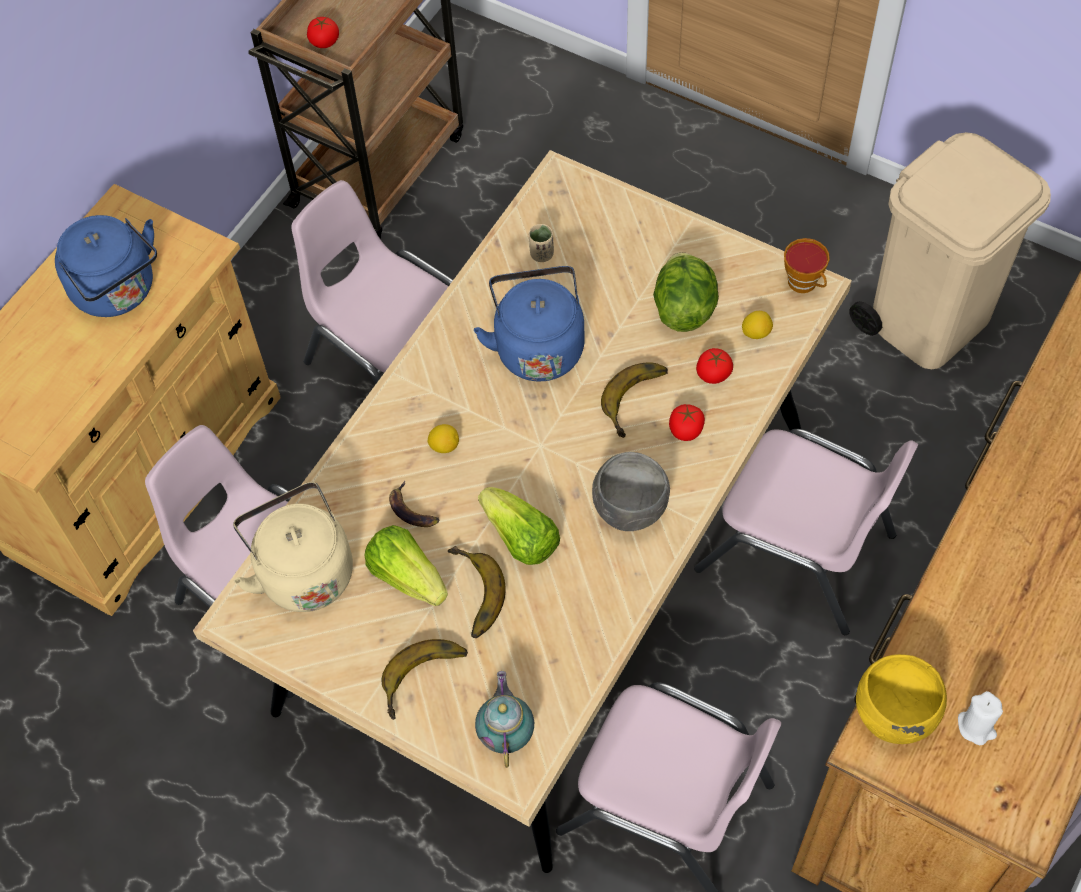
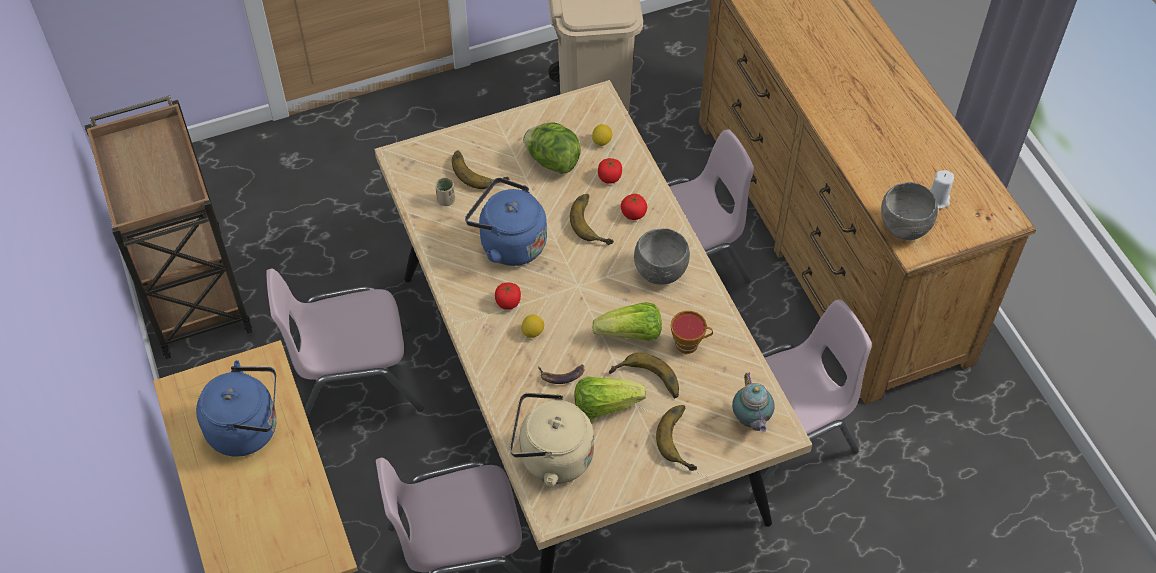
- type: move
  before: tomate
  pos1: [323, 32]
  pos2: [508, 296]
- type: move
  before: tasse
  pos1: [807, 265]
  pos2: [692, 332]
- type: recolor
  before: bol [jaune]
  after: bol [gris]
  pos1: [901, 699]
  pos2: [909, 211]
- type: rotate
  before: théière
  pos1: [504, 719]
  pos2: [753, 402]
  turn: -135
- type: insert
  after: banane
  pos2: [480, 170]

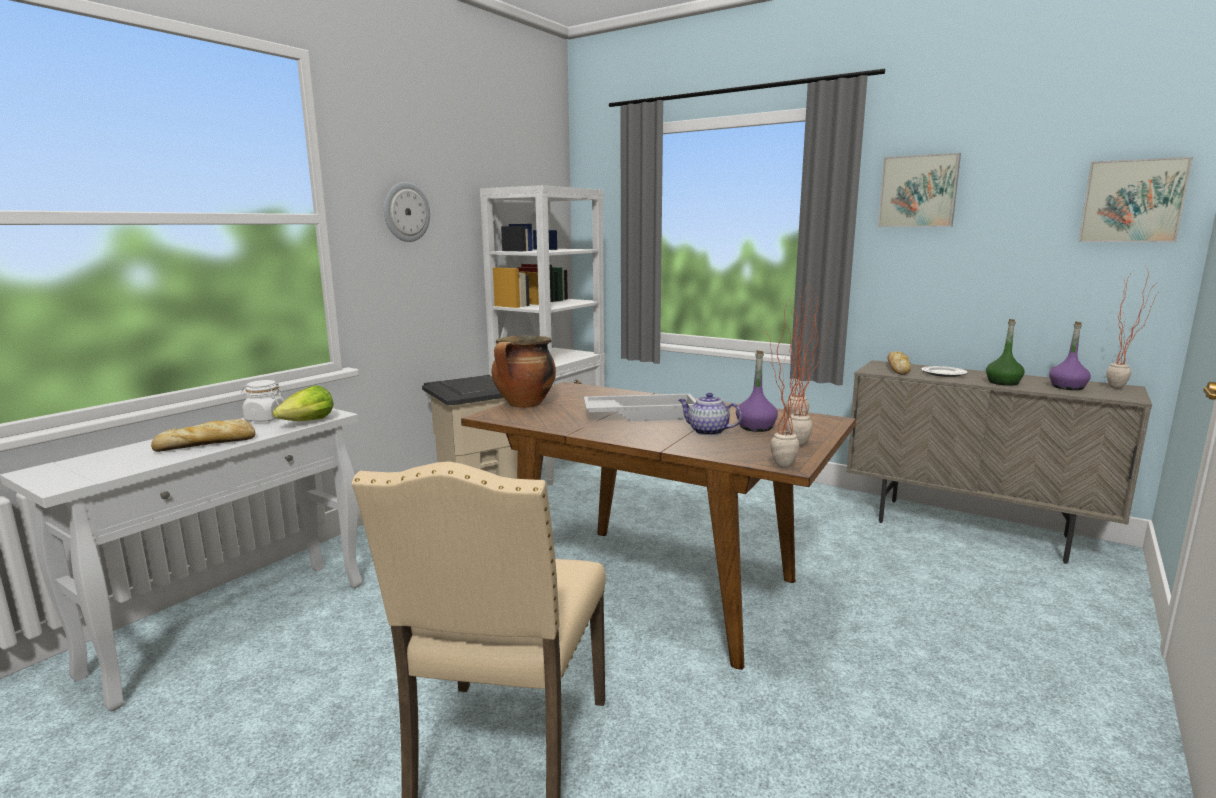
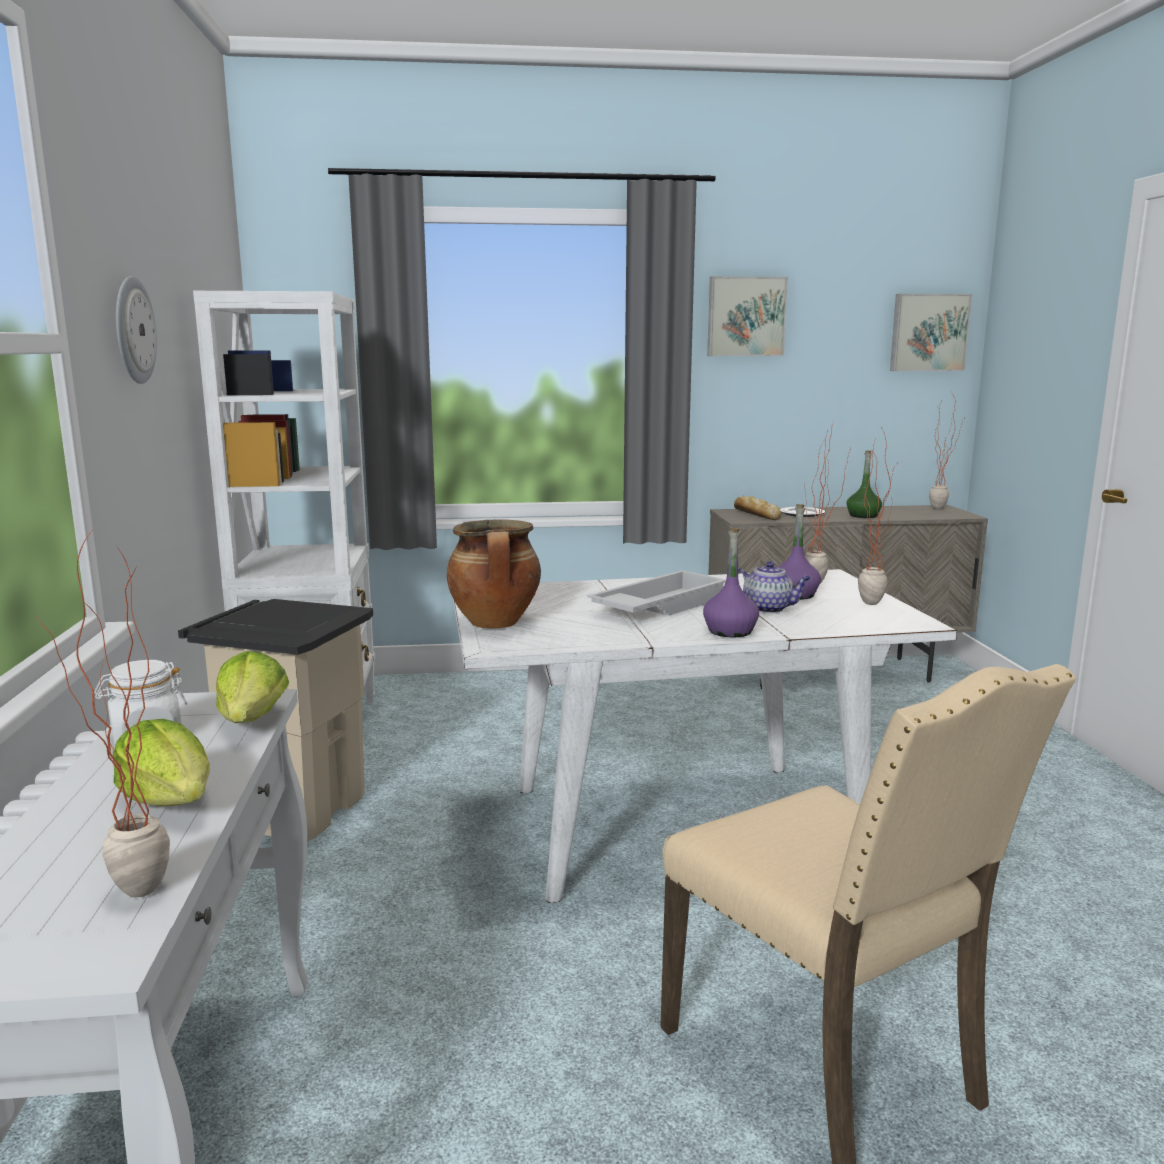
- type: move
  before: plante en pot
  pos1: [786, 382]
  pos2: [103, 714]
- type: move
  before: bouteille [violet]
  pos1: [1070, 355]
  pos2: [731, 582]
- type: recolor
  before: table à manger [marron]
  after: table à manger [blanc]
  pos1: [658, 526]
  pos2: [704, 736]
- type: rotate
  before: théière
  pos1: [710, 414]
  pos2: [774, 587]
  turn: -150
- type: replace
  before: pain
  after: laitue
  pos1: [203, 435]
  pos2: [161, 762]

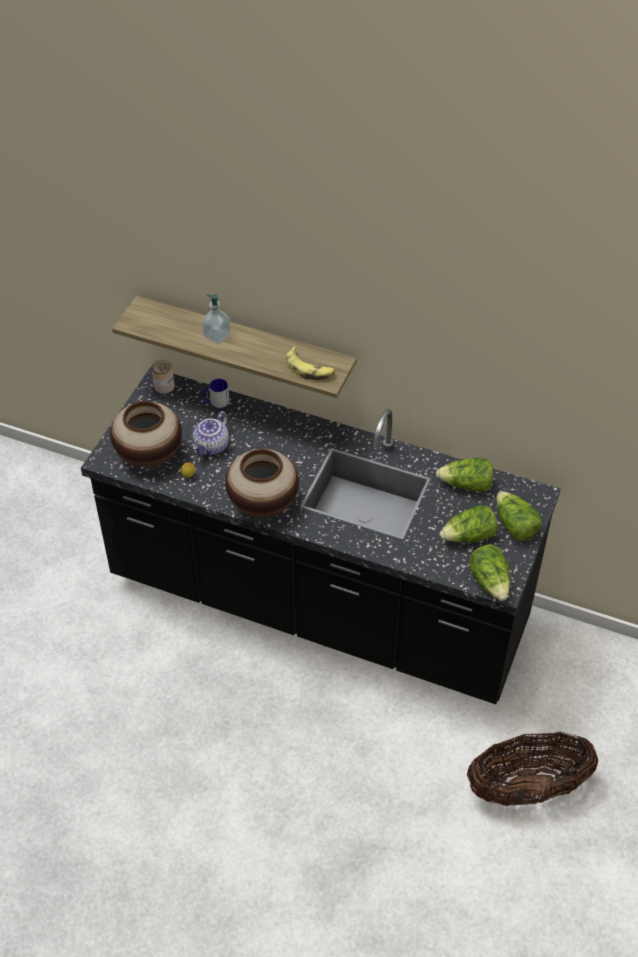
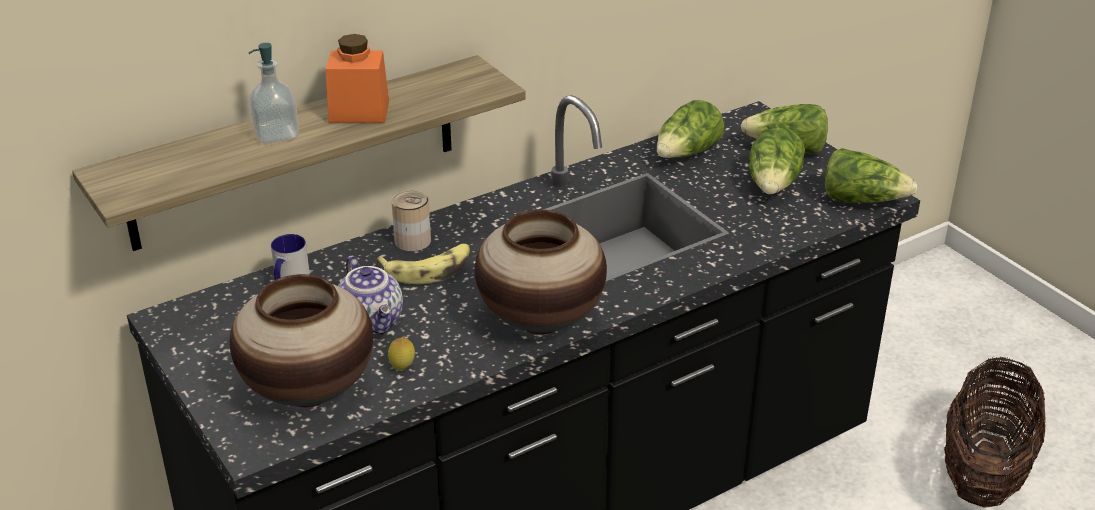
- type: move
  before: banane
  pos1: [310, 363]
  pos2: [423, 264]
- type: move
  before: boîte métallique
  pos1: [163, 377]
  pos2: [411, 220]
- type: insert
  after: bocal [orange]
  pos2: [357, 78]

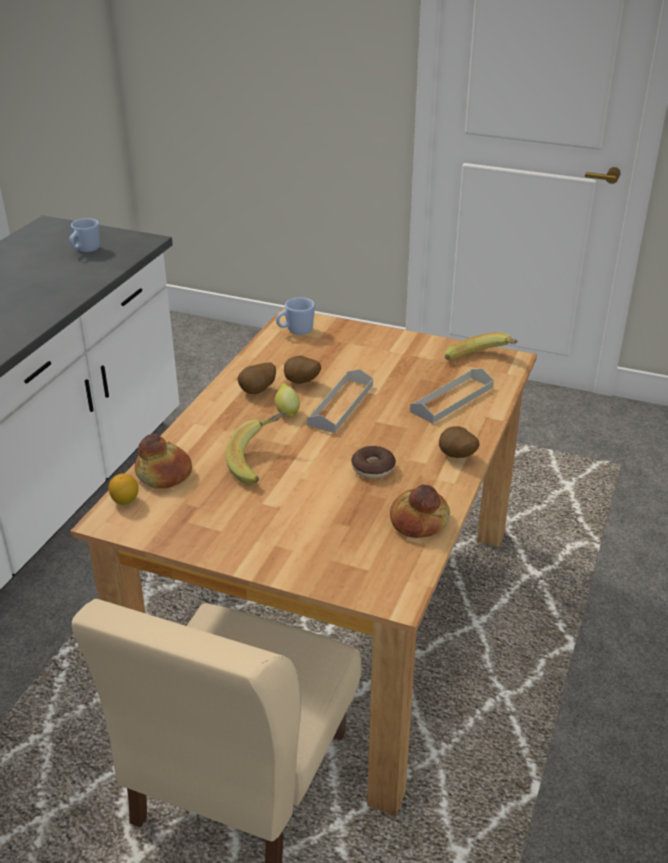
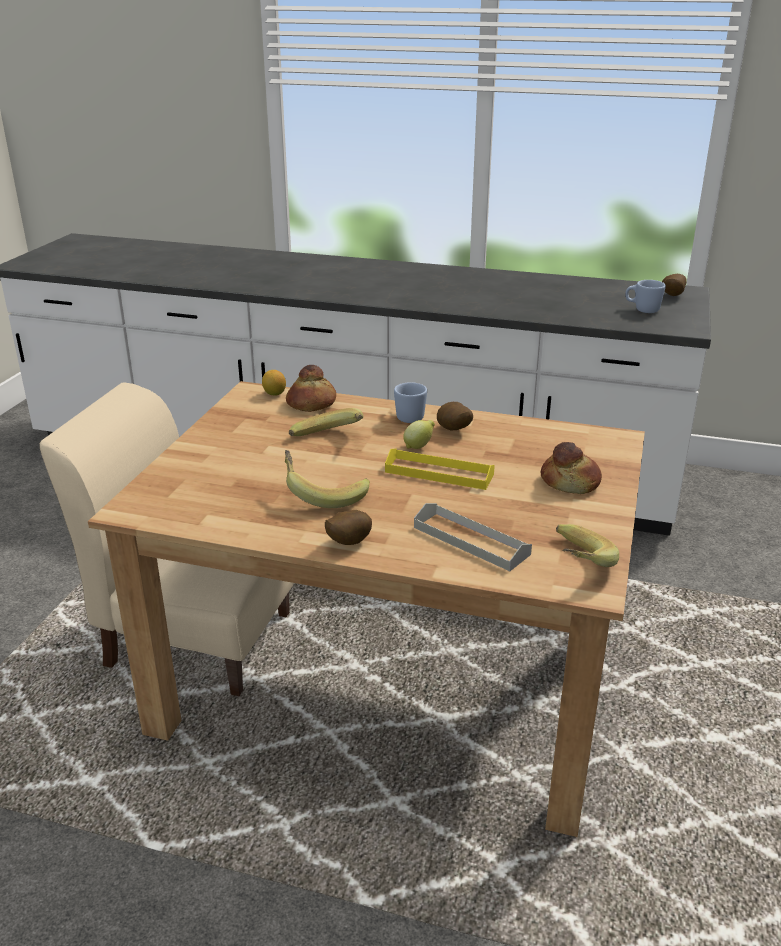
- type: move
  before: mug [bleu]
  pos1: [295, 316]
  pos2: [410, 402]
- type: move
  before: pomme de terre
  pos1: [302, 370]
  pos2: [674, 285]
- type: recolor
  before: plateau [gris]
  after: plateau [jaune]
  pos1: [340, 401]
  pos2: [440, 469]
- type: replace
  before: beignet
  after: banane
  pos1: [373, 462]
  pos2: [327, 479]
- type: move
  before: pain
  pos1: [420, 511]
  pos2: [571, 468]

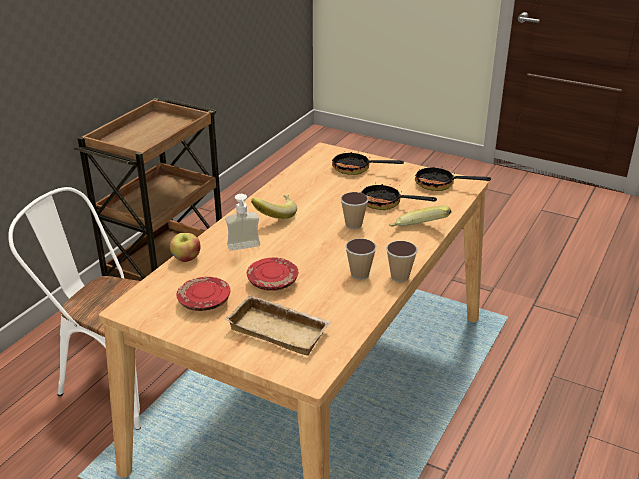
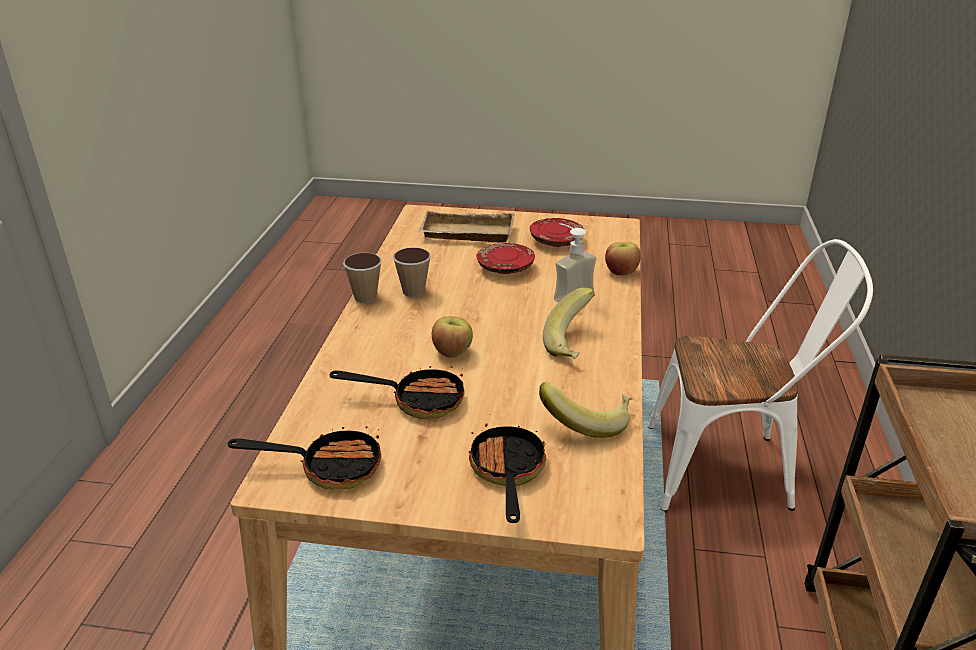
- type: rotate
  before: poêle
  pos1: [368, 163]
  pos2: [507, 473]
  turn: -90
- type: replace
  before: tasse
  after: pomme
  pos1: [354, 210]
  pos2: [452, 337]
- type: move
  before: banane
  pos1: [420, 216]
  pos2: [585, 409]

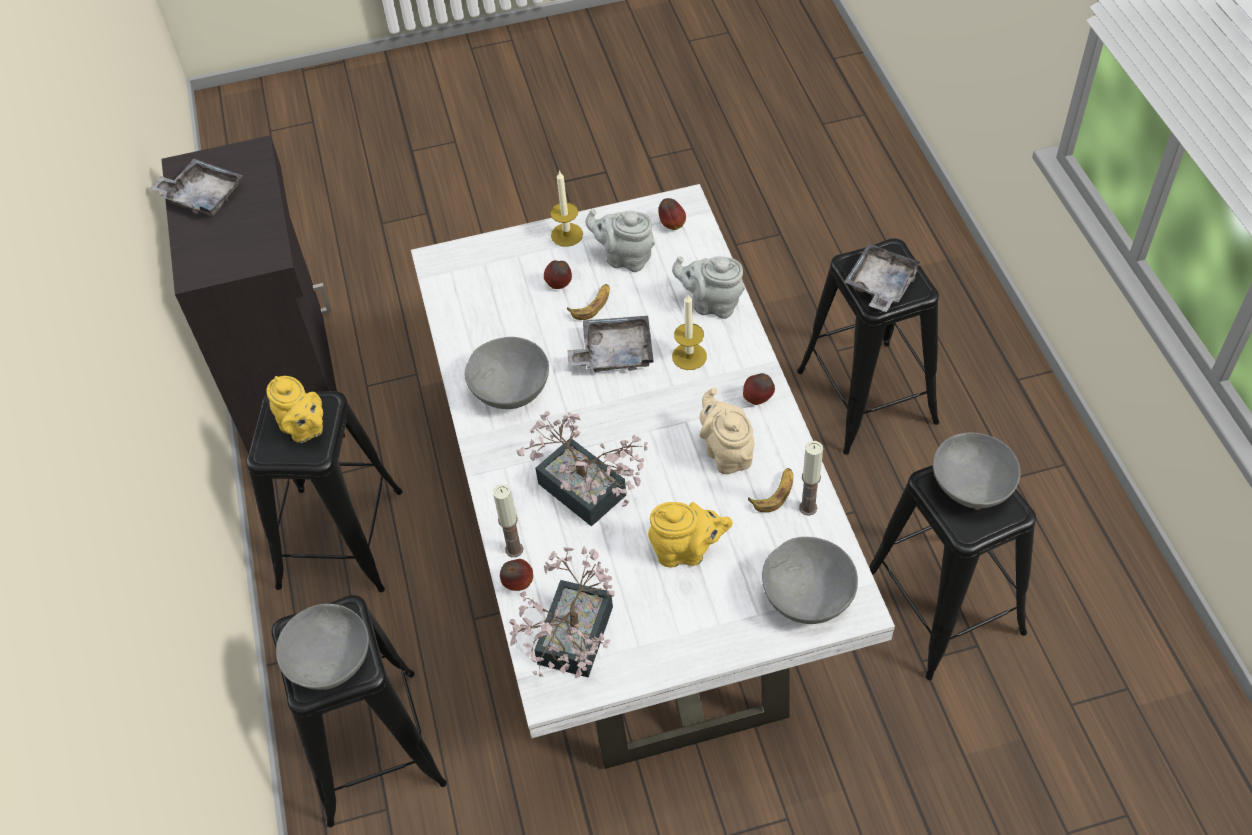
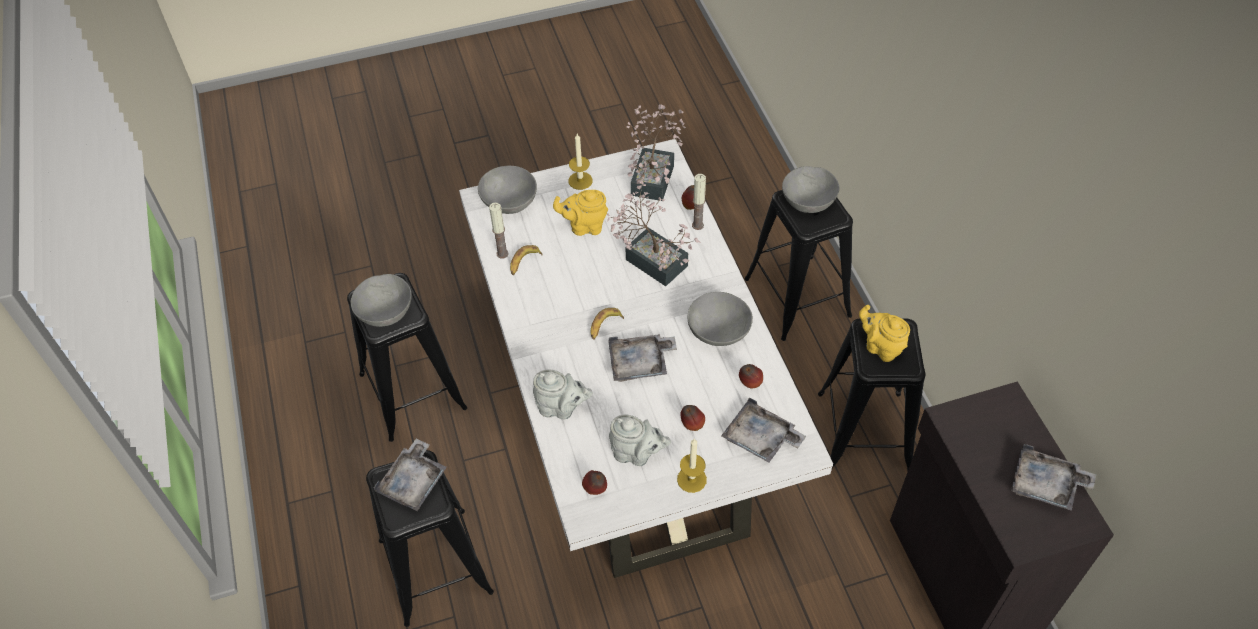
- type: move
  before: banane
  pos1: [588, 302]
  pos2: [607, 324]
- type: move
  before: bougie
  pos1: [689, 332]
  pos2: [580, 162]
- type: move
  before: pomme
  pos1: [759, 389]
  pos2: [751, 376]
- type: delete
  before: théière [beige]
  pos1: [726, 431]
- type: insert
  after: plateau [gris]
  pos2: [763, 430]

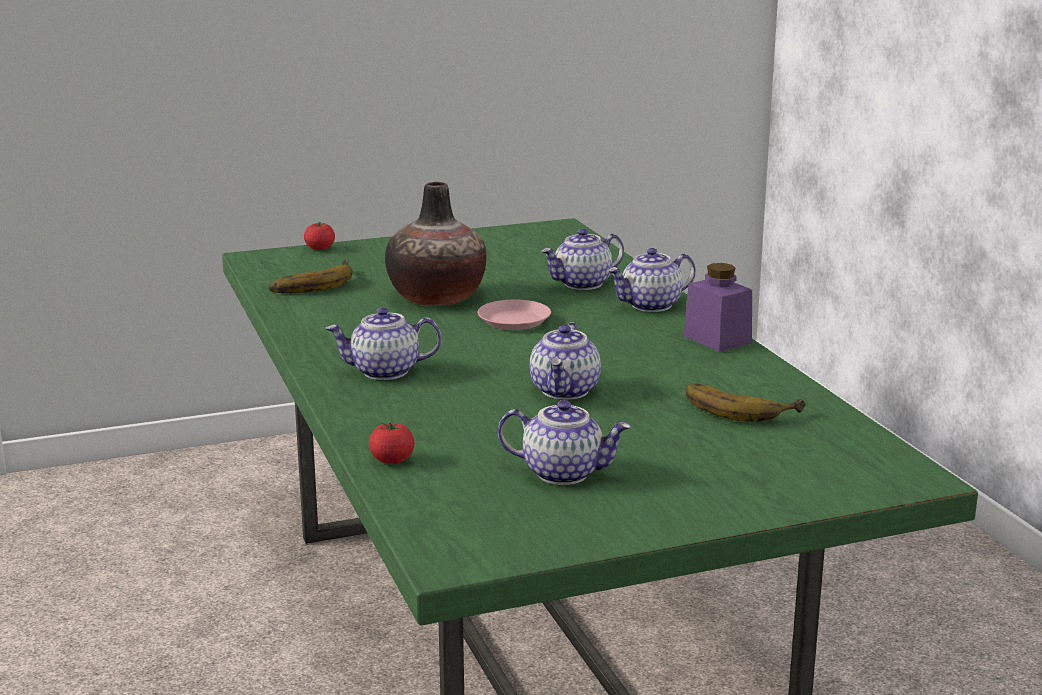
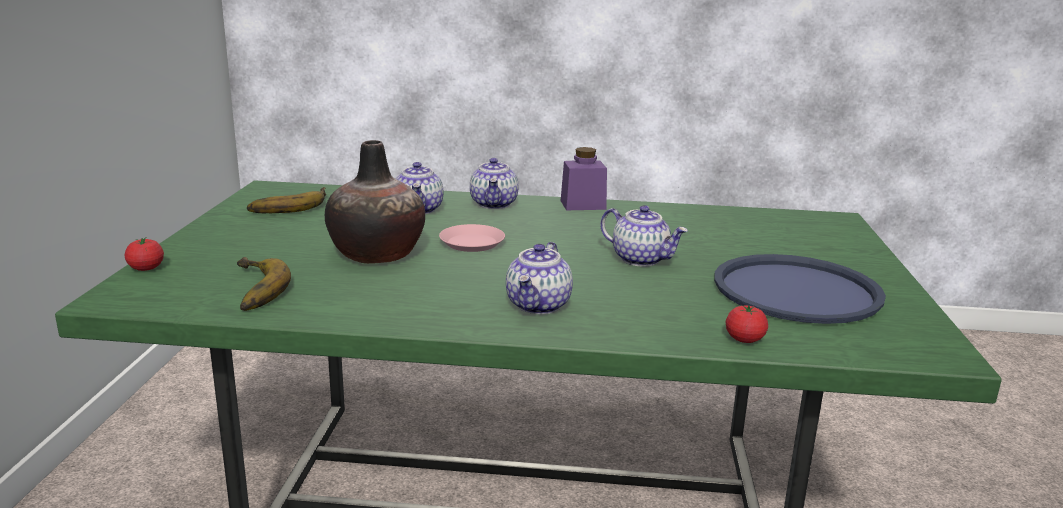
- type: move
  before: banane
  pos1: [746, 402]
  pos2: [286, 200]
- type: replace
  before: théière
  after: plateau [bleu]
  pos1: [564, 442]
  pos2: [800, 289]

